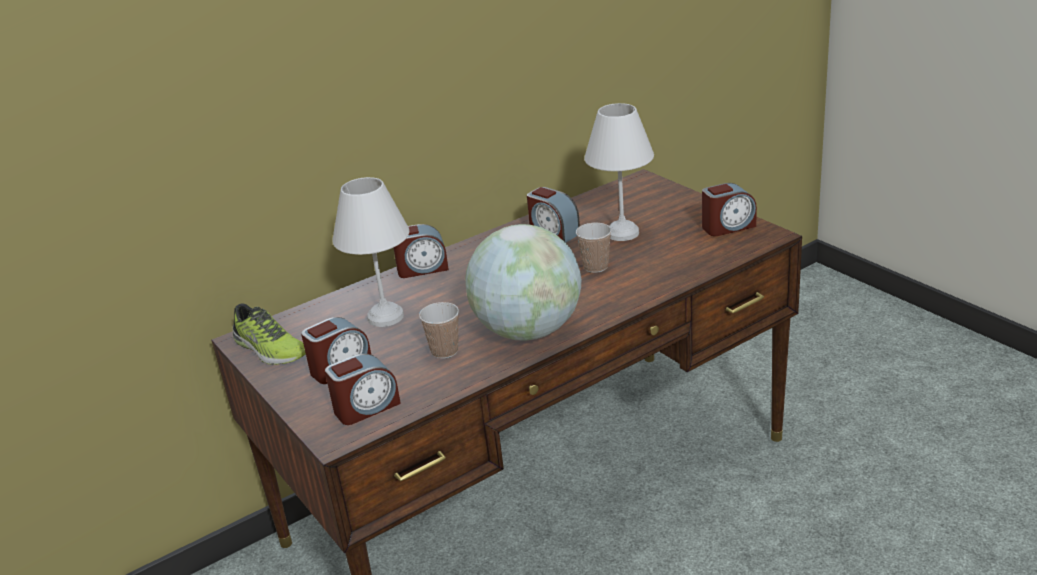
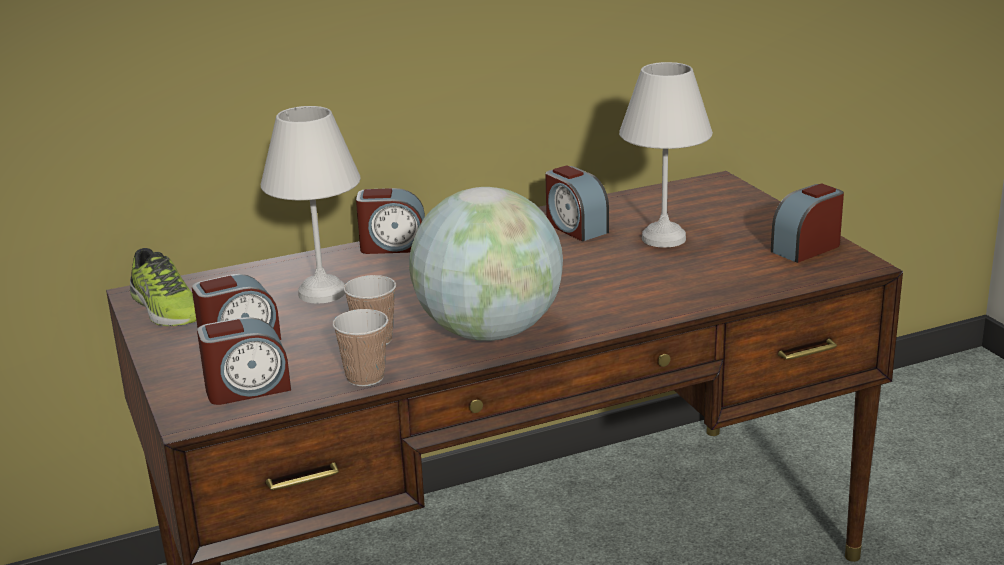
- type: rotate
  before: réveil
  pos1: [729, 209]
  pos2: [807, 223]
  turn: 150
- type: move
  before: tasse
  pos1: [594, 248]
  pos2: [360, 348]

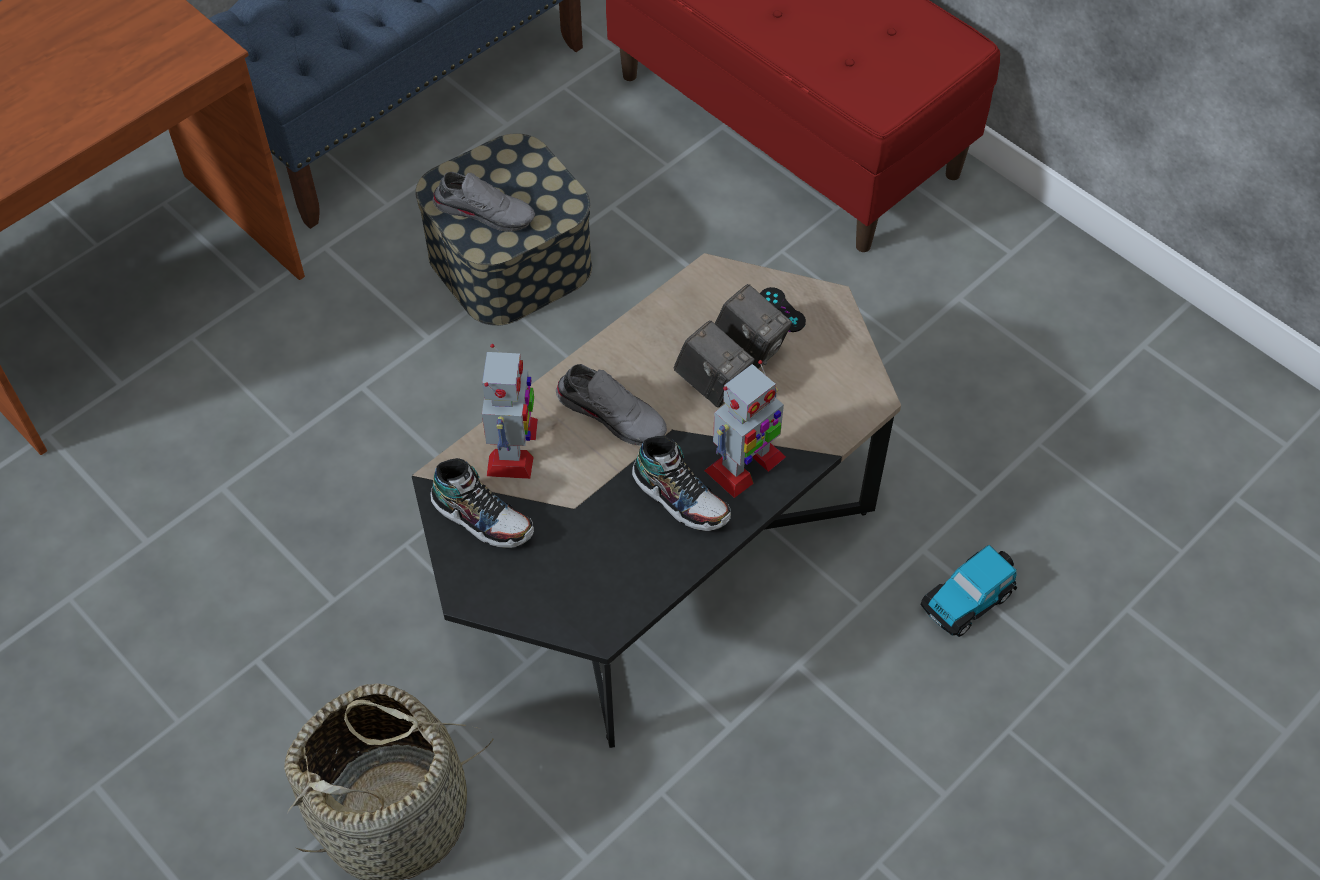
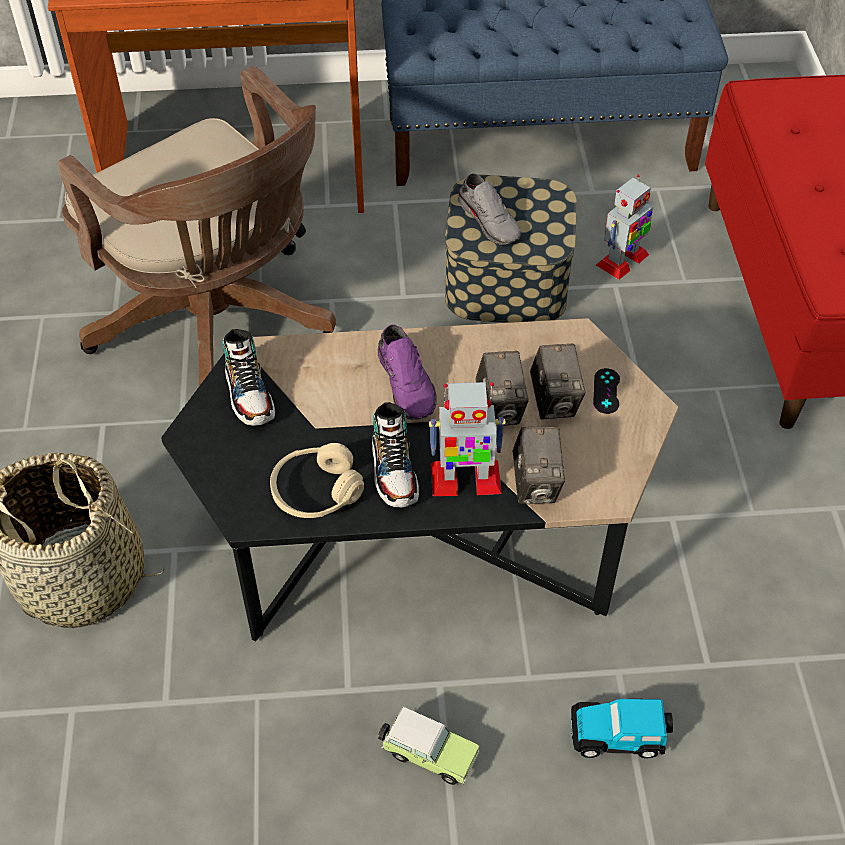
- type: move
  before: robot jouet
  pos1: [510, 411]
  pos2: [624, 227]
- type: recolor
  before: chaussure [gris]
  after: chaussure [violet]
  pos1: [611, 405]
  pos2: [407, 372]
- type: insert
  after: chaise de bureau [marron]
  pos2: [197, 226]
- type: insert
  after: appareil photo
  pos2: [538, 466]
- type: insert
  after: casque audio [beige]
  pos2: [317, 480]
- type: insert
  after: petite voiture
  pos2: [429, 746]

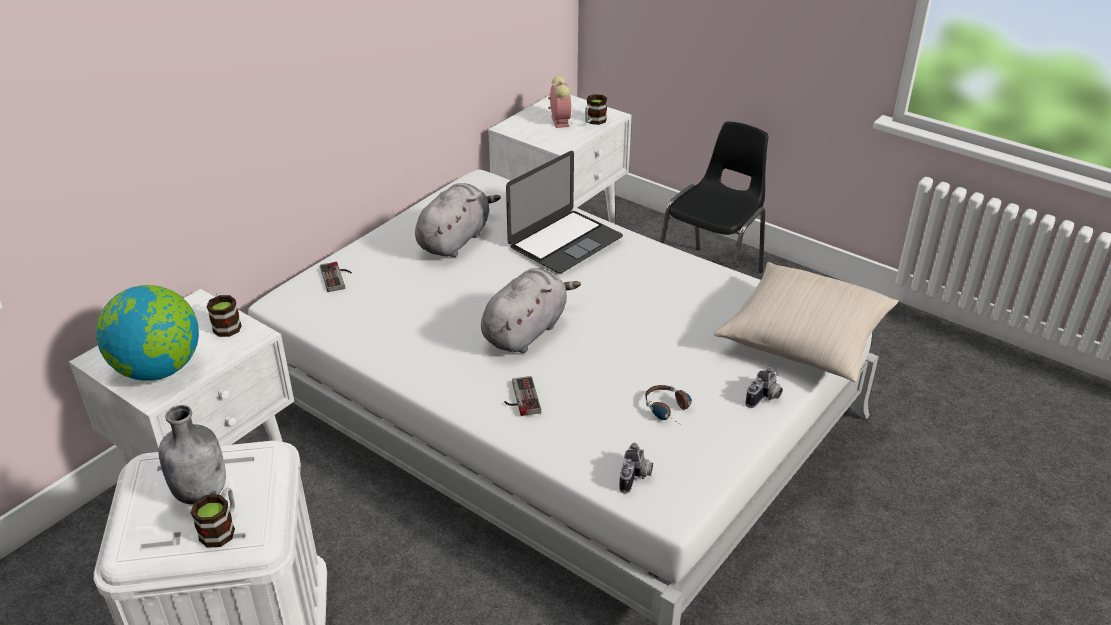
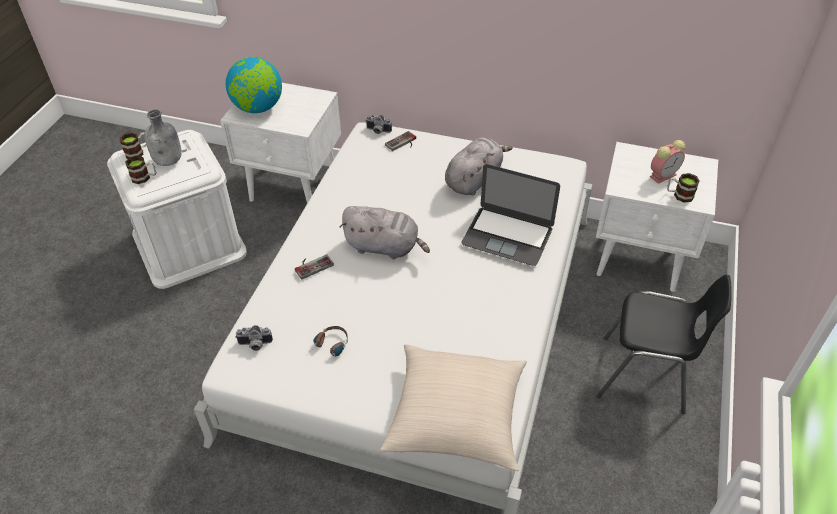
- type: rotate
  before: peluche [gris]
  pos1: [458, 220]
  pos2: [479, 166]
  turn: -60
- type: move
  before: mug
  pos1: [224, 314]
  pos2: [133, 145]
- type: move
  before: appareil photo
  pos1: [764, 387]
  pos2: [378, 124]

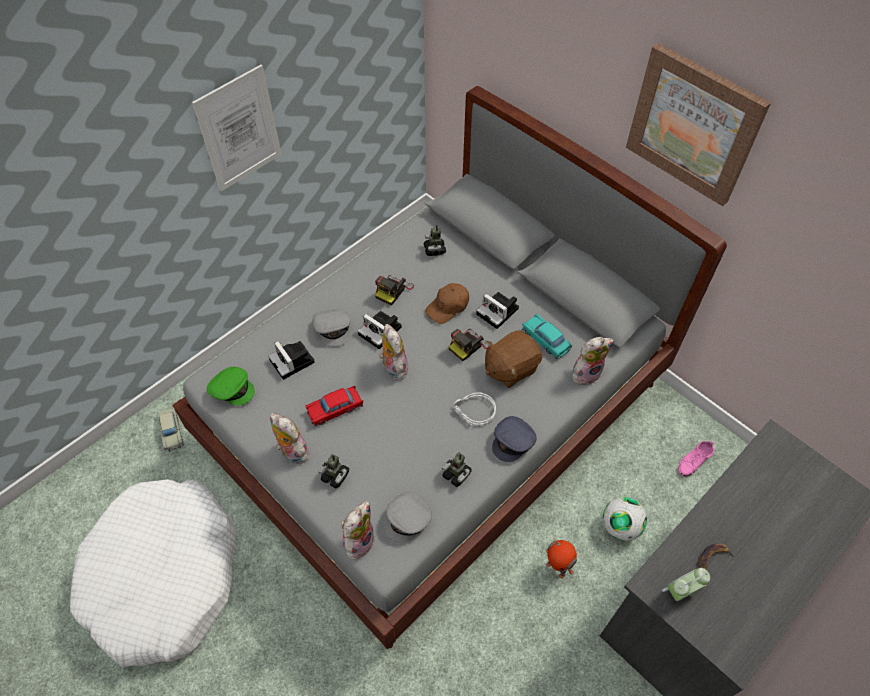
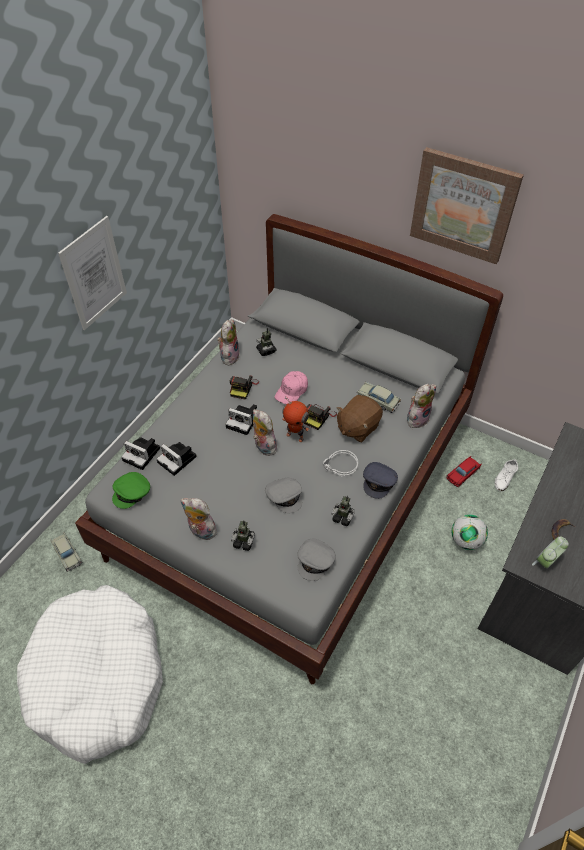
- type: recolor
  before: casquette [marron]
  after: casquette [rose]
  pos1: [447, 303]
  pos2: [291, 388]
- type: move
  before: appareil photo
  pos1: [497, 310]
  pos2: [140, 453]
- type: move
  before: casquette [gris]
  pos1: [331, 328]
  pos2: [283, 495]
- type: recolor
  before: petite voiture [turquoise]
  after: petite voiture [beige]
  pos1: [547, 336]
  pos2: [379, 397]
- type: rotate
  before: casquette [vert]
  pos1: [231, 386]
  pos2: [131, 490]
  turn: 120
- type: move
  before: petite voiture [rouge]
  pos1: [334, 406]
  pos2: [464, 471]
- type: recolor
  before: chaussure [rose]
  after: chaussure [blanc]
  pos1: [696, 459]
  pos2: [506, 475]
- type: move
  before: peluche
  pos1: [358, 530]
  pos2: [228, 342]
- type: move
  before: robot jouet
  pos1: [561, 557]
  pos2: [296, 419]

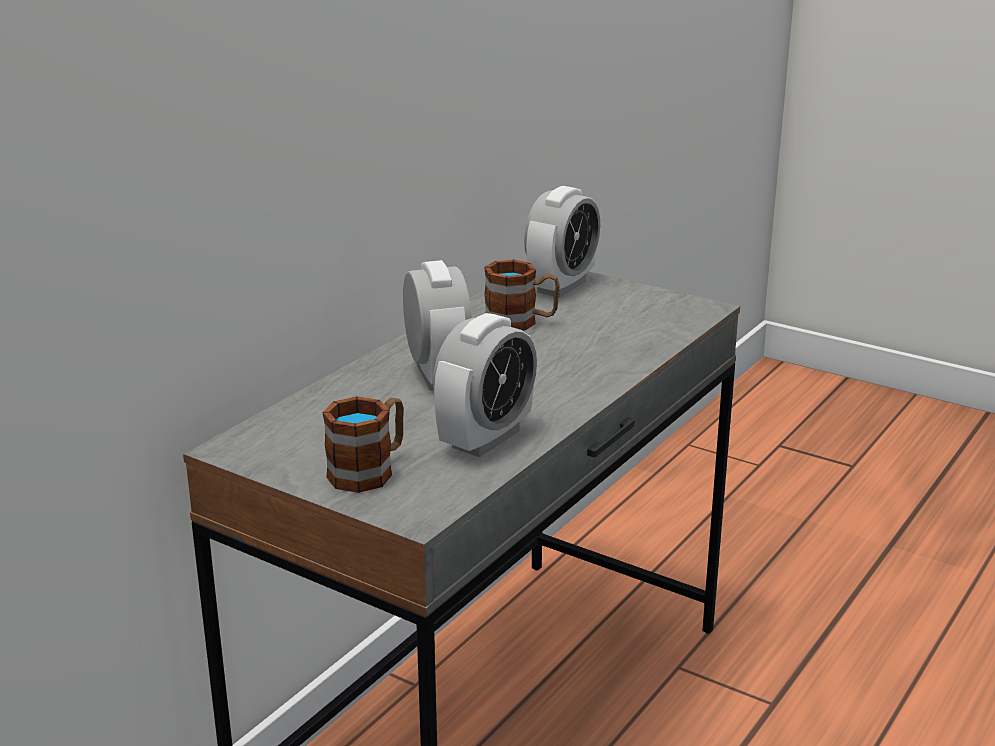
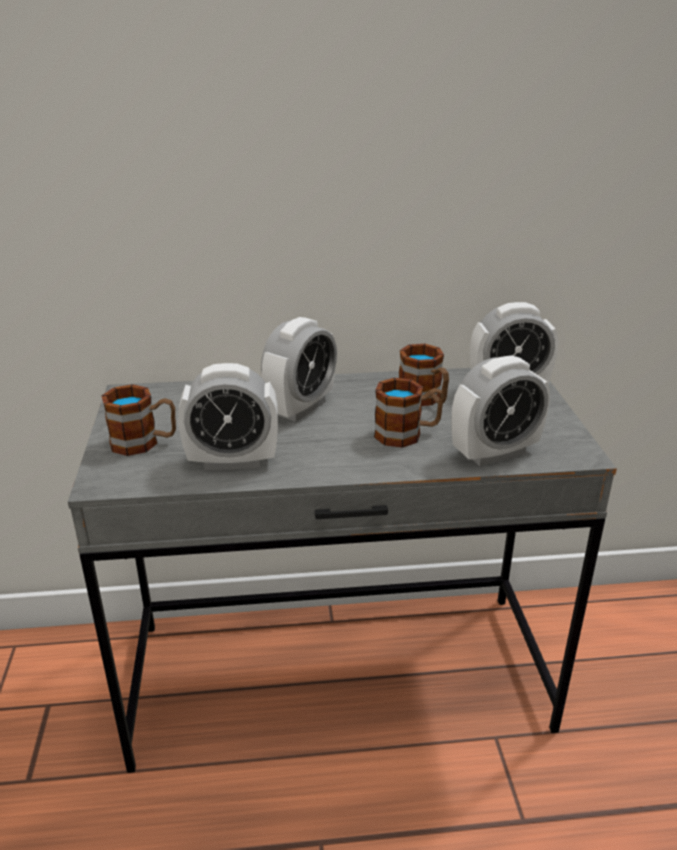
- type: insert
  after: réveil
  pos2: [500, 410]
- type: insert
  after: mug
  pos2: [409, 413]

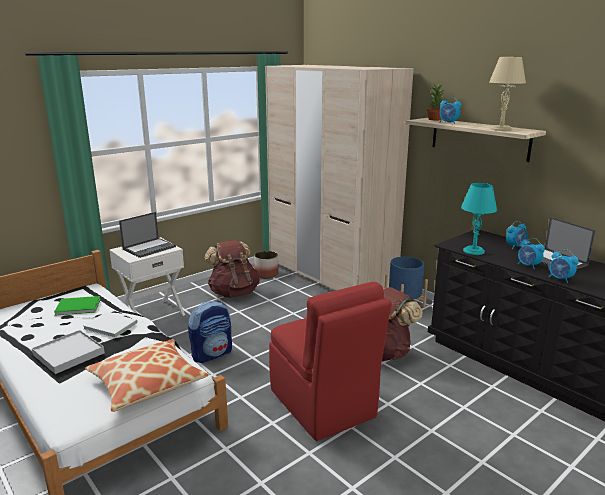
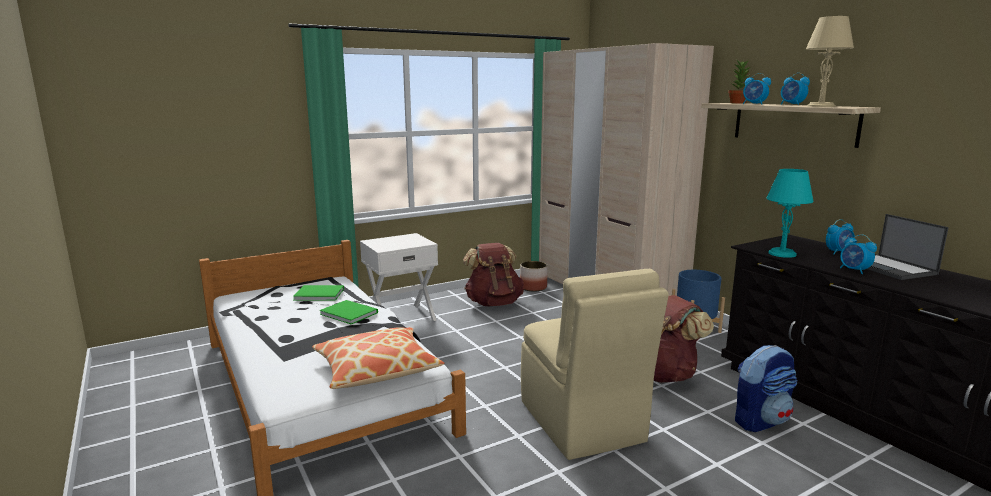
- type: delete
  before: ordinateur portable
  pos1: [147, 235]
- type: move
  before: réveil
  pos1: [564, 266]
  pos2: [795, 89]
- type: recolor
  before: chaise [rouge]
  after: chaise [beige]
  pos1: [330, 361]
  pos2: [595, 364]
- type: move
  before: sac à dos
  pos1: [210, 332]
  pos2: [766, 388]
- type: recolor
  before: livre [blanc]
  after: livre [vert]
  pos1: [110, 325]
  pos2: [349, 312]
- type: delete
  before: plateau [blanc]
  pos1: [68, 352]

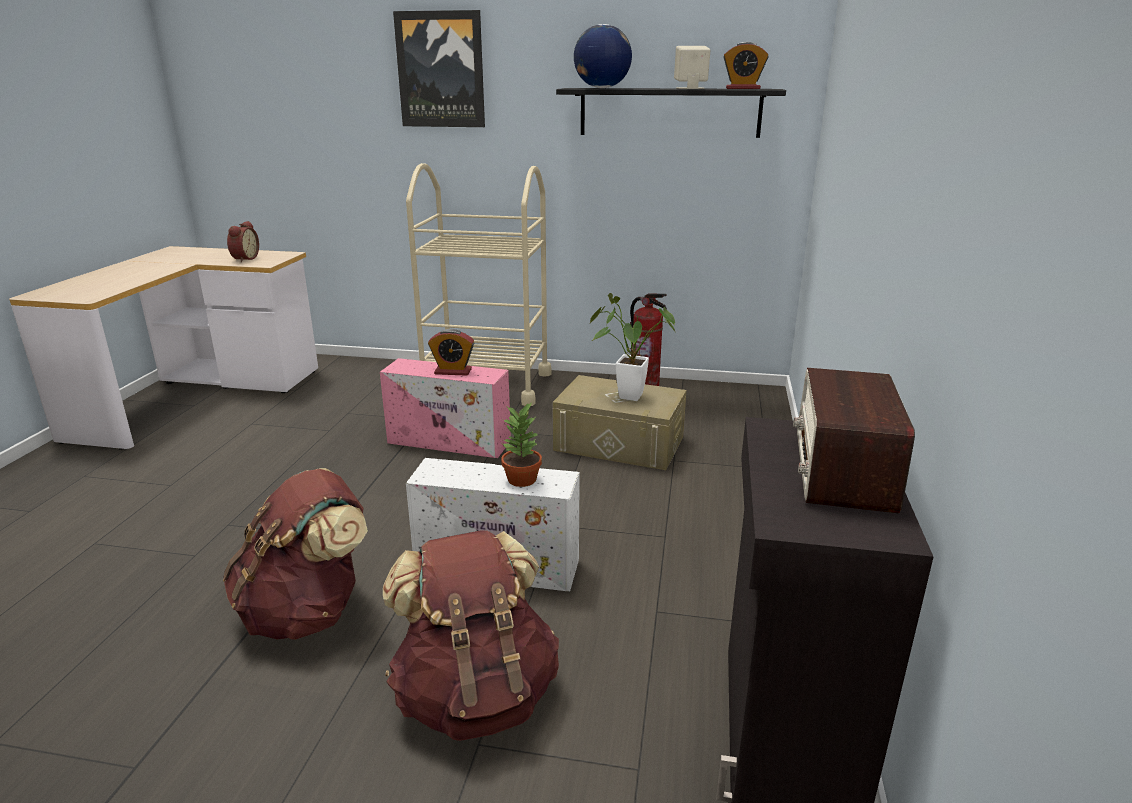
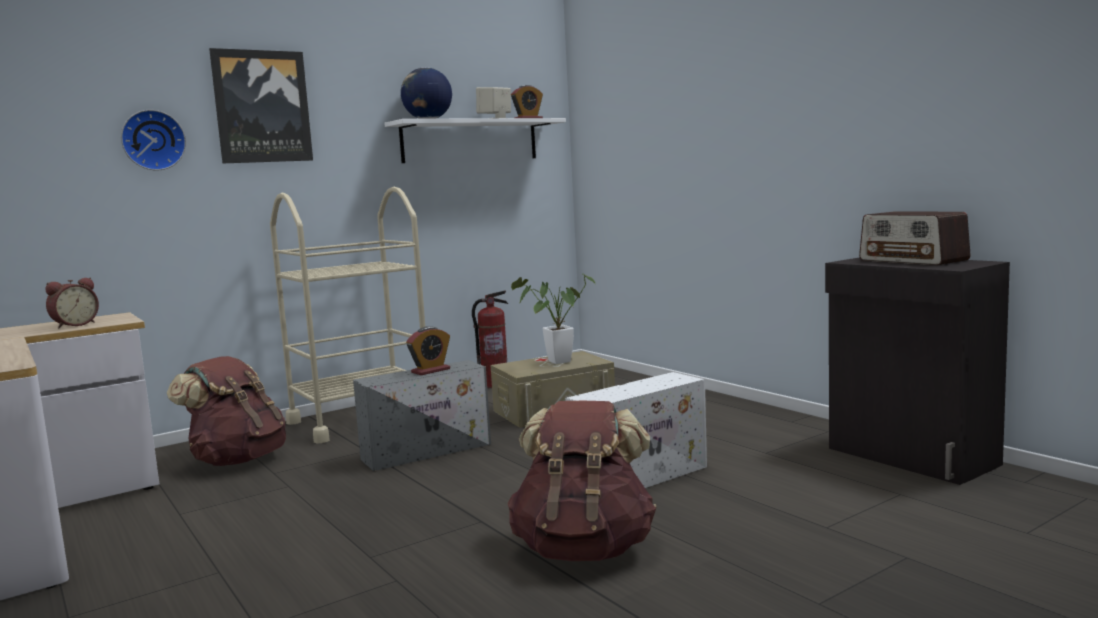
- type: recolor
  before: étagère [noir]
  after: étagère [blanc]
  pos1: [671, 113]
  pos2: [475, 140]
- type: rotate
  before: réveil
  pos1: [243, 241]
  pos2: [72, 303]
  turn: 75
- type: recolor
  before: boîte de rangement [rose]
  after: boîte de rangement [gris]
  pos1: [445, 408]
  pos2: [422, 415]
- type: delete
  before: plante en pot
  pos1: [521, 445]
- type: move
  before: sac à dos [marron]
  pos1: [471, 635]
  pos2: [226, 411]
- type: insert
  after: horloge murale
  pos2: [153, 140]

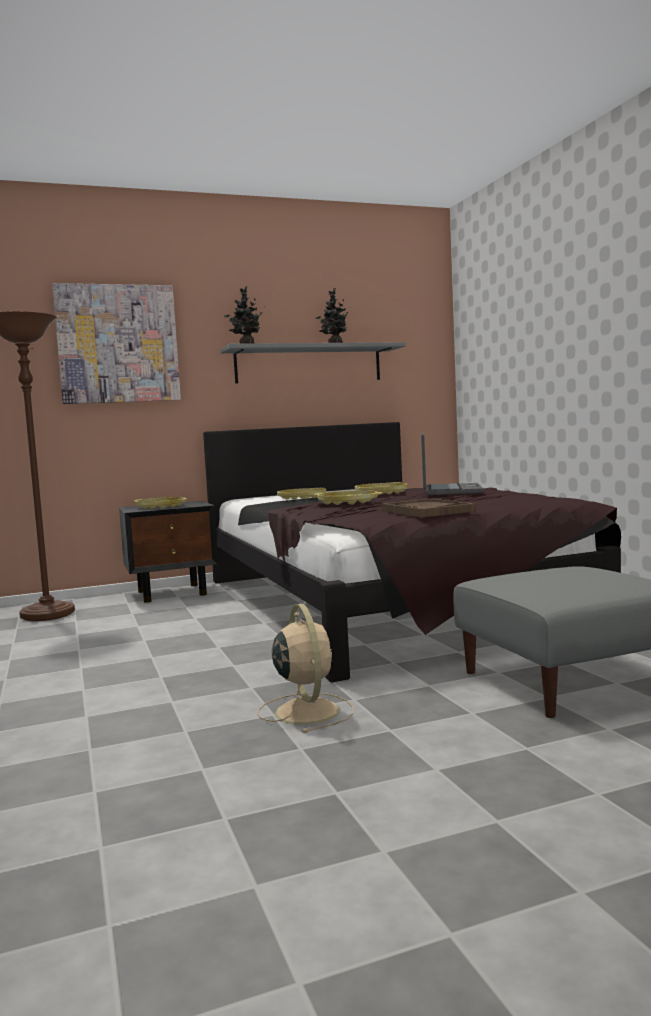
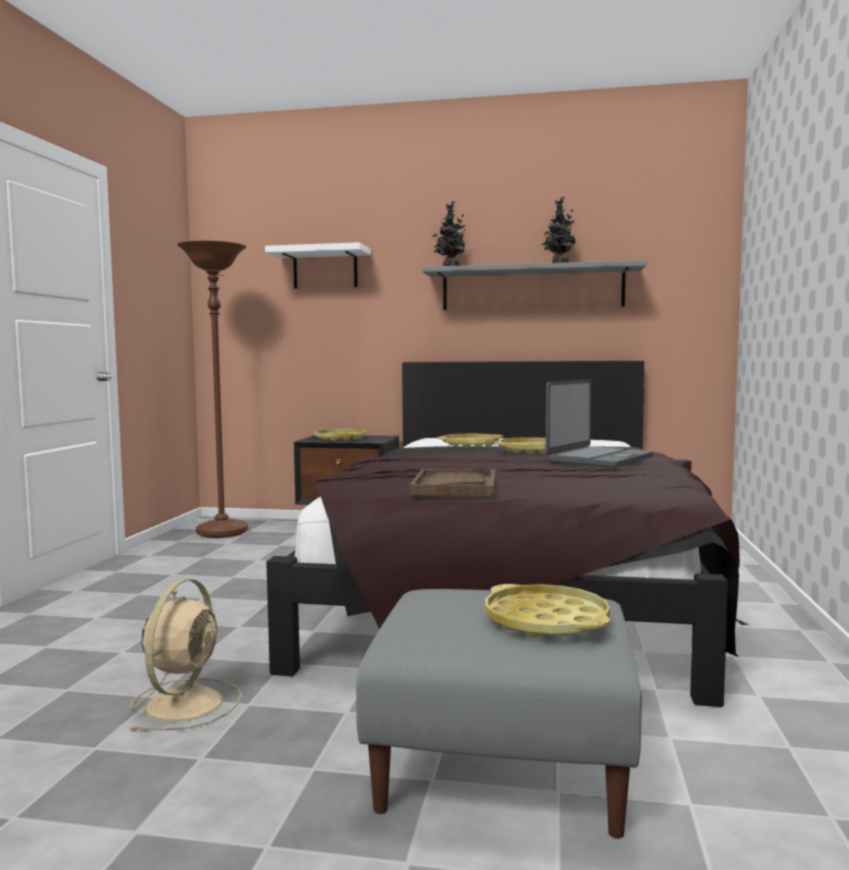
- type: replace
  before: tableau
  after: étagère [blanc]
  pos1: [116, 343]
  pos2: [318, 265]
- type: move
  before: plateau [jaune]
  pos1: [348, 497]
  pos2: [547, 611]

